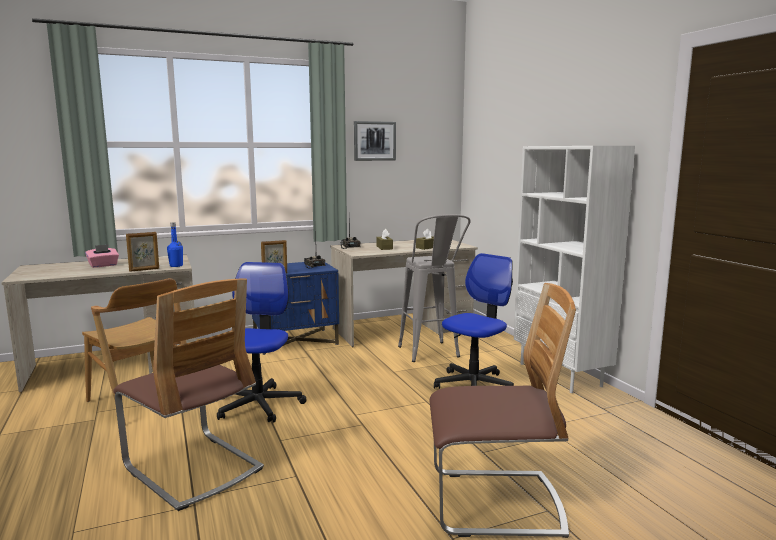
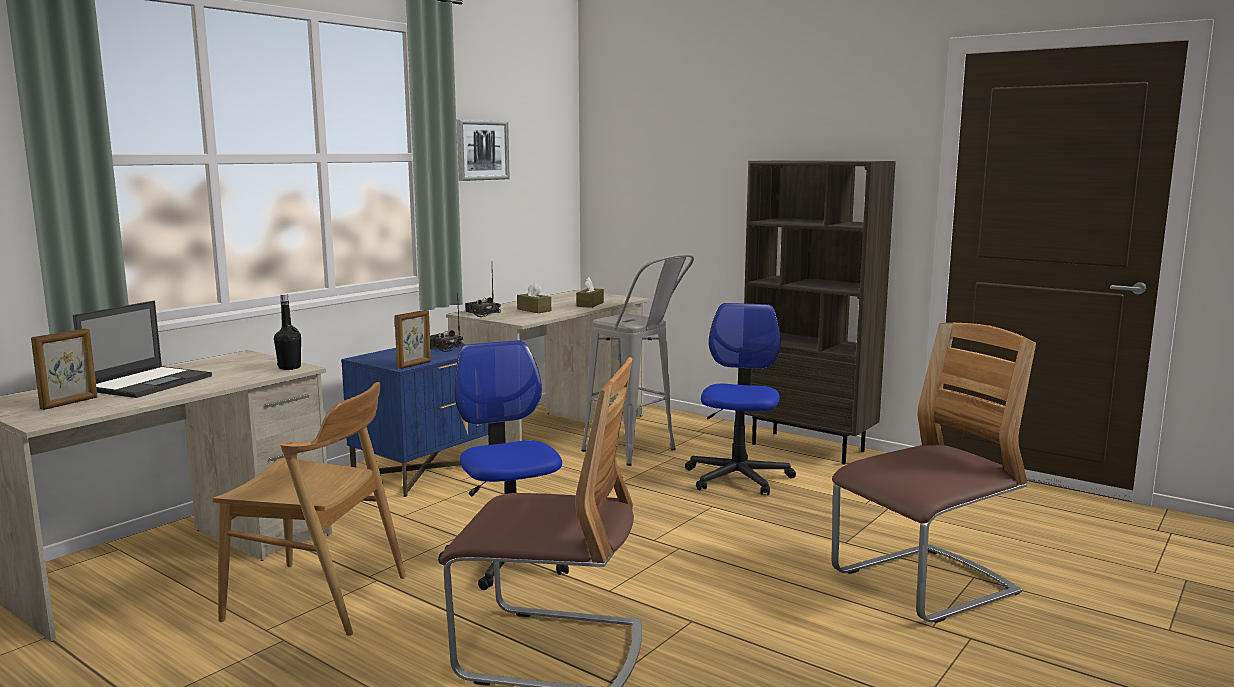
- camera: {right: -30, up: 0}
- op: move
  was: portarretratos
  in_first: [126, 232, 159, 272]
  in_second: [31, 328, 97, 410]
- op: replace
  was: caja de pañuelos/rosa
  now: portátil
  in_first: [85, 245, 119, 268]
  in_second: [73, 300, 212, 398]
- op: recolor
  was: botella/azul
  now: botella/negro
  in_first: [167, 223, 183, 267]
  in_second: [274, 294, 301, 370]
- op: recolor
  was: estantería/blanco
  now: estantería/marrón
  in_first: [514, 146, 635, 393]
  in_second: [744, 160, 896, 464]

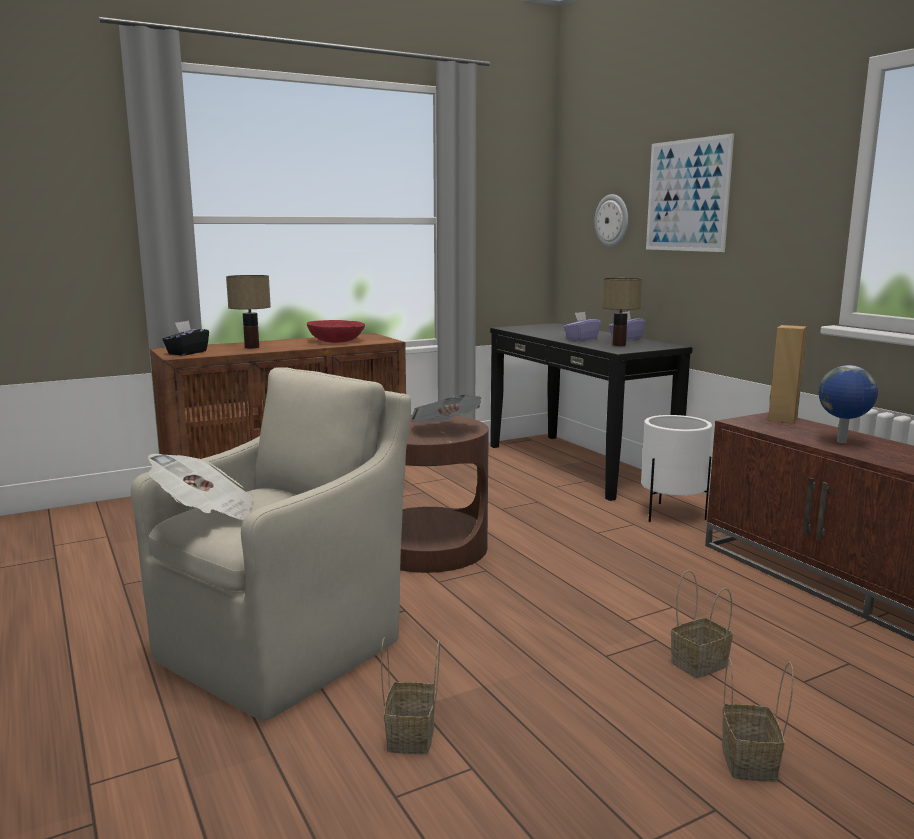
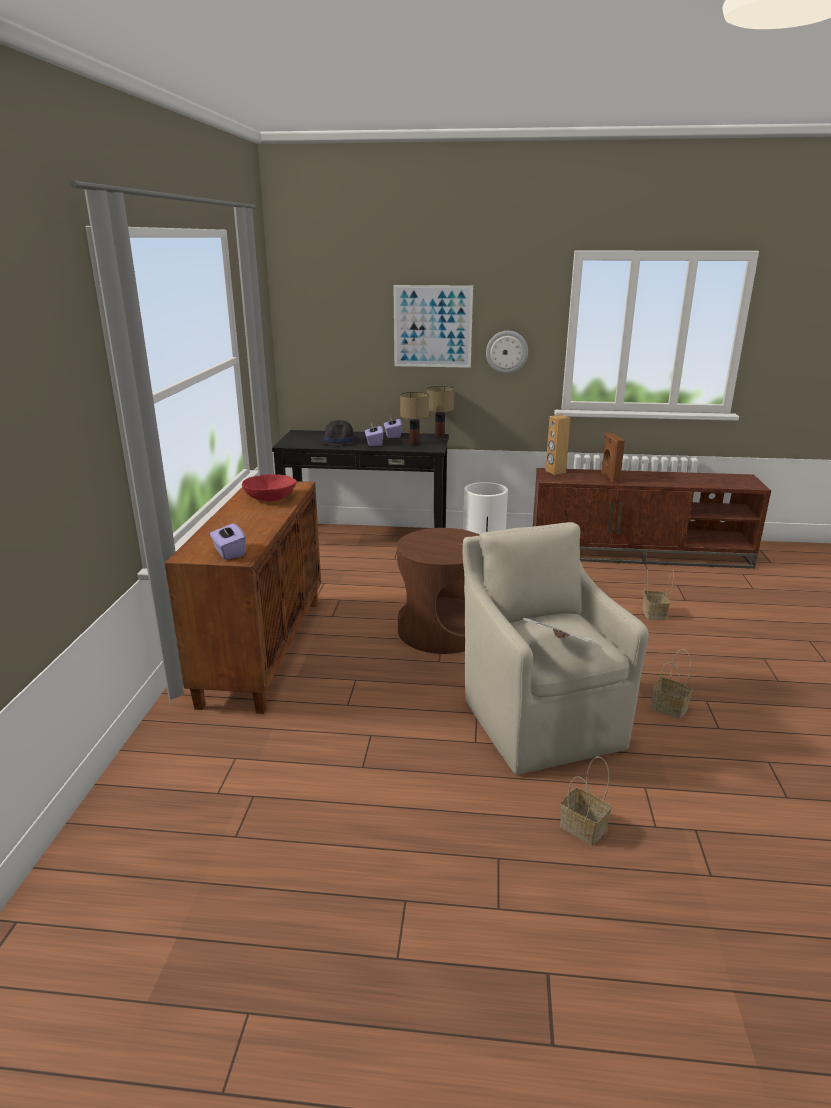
- camera: {right: -55, up: 10}
- op: recolor
  was: caja de pañuelos/negro
  now: caja de pañuelos/morado
  in_first: [162, 320, 209, 356]
  in_second: [210, 521, 246, 560]
- op: insert
  now: sombrero/negro
  in_second: [318, 420, 360, 445]
- op: move
  was: lámpara de mesa
  in_first: [226, 275, 271, 349]
  in_second: [427, 386, 454, 437]
- op: move
  was: reloj de pared
  in_first: [594, 194, 628, 247]
  in_second: [486, 331, 528, 374]
- op: move
  was: cesta
  in_first: [722, 658, 794, 782]
  in_second: [560, 756, 612, 845]
- op: replace
  was: globo terráqueo
  now: altavoz/marrón
  in_first: [818, 365, 878, 443]
  in_second: [601, 433, 625, 483]
- op: delete
  was: periódico
  in_first: [411, 394, 481, 422]

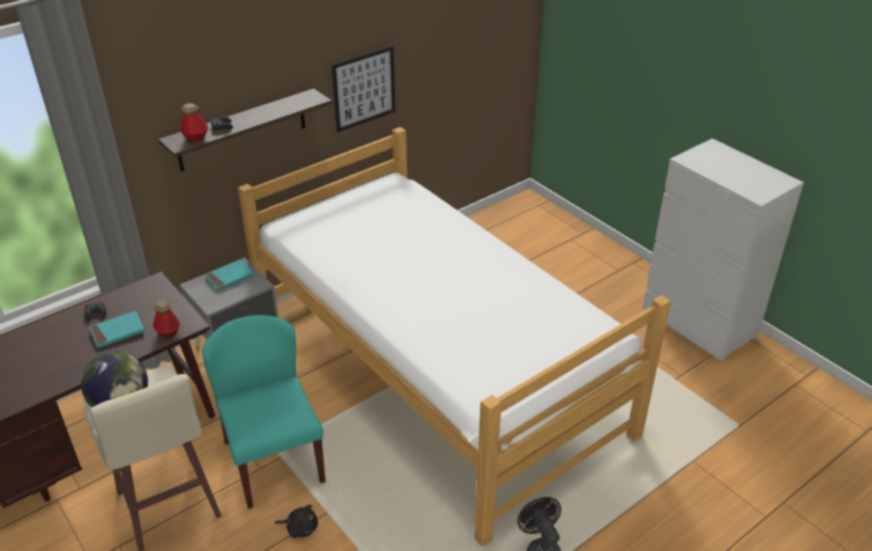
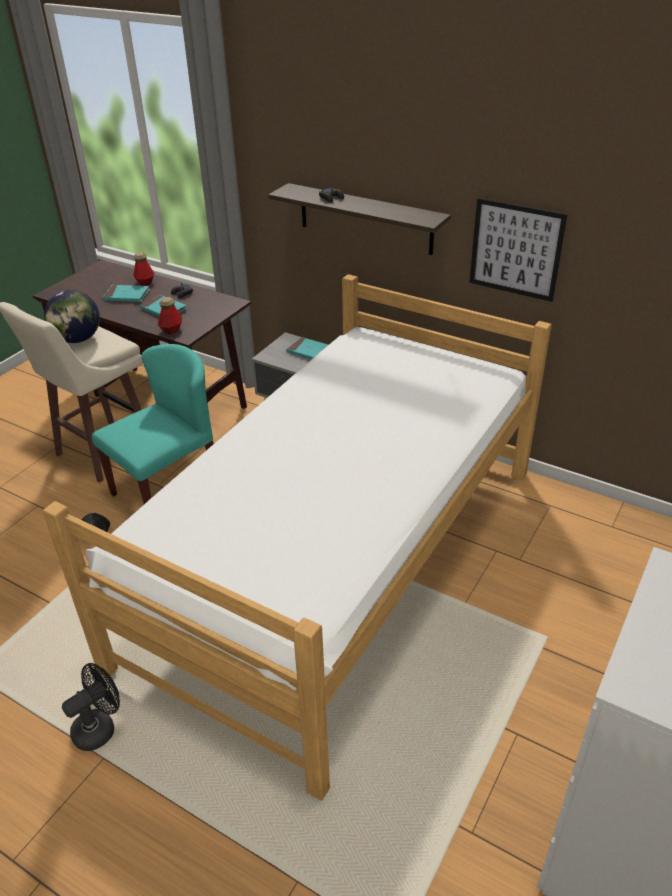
- camera: {right: 70, up: 0}
- op: insert
  now: libro/turquesa
  in_second: [102, 285, 150, 302]
- op: move
  was: botella
  in_first: [180, 103, 208, 142]
  in_second: [133, 252, 154, 286]

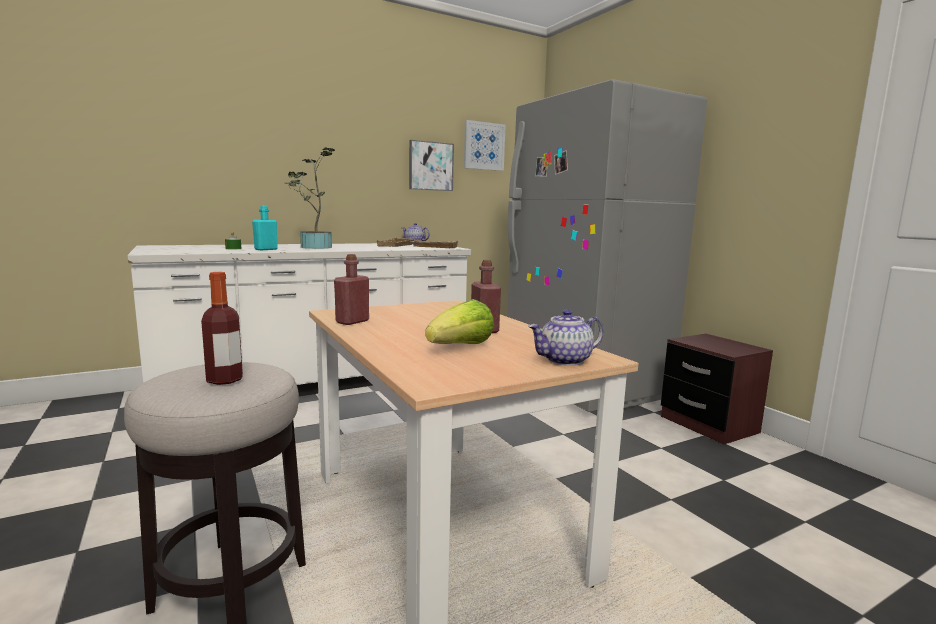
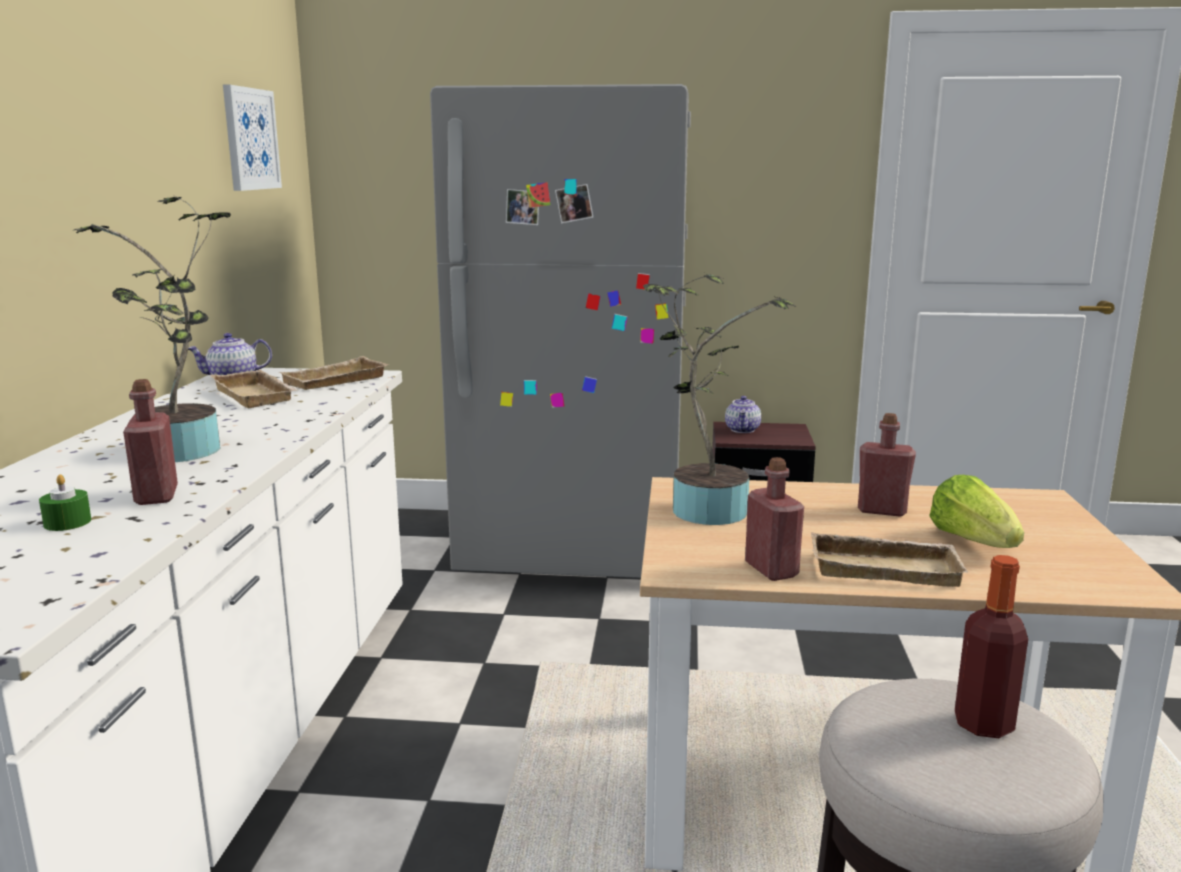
- camera: {right: -55, up: 5}
- op: recolor
  was: botella/turquesa
  now: botella/rojo
  in_first: [252, 205, 278, 250]
  in_second: [123, 379, 178, 505]
- op: insert
  now: planta en maceta
  in_second: [643, 274, 796, 525]
- op: move
  was: tetera
  in_first: [528, 309, 604, 366]
  in_second: [725, 396, 761, 433]
- op: insert
  now: bandeja/beis
  in_second: [811, 532, 968, 587]
- op: delete
  was: cuadro
  in_first: [409, 140, 454, 191]

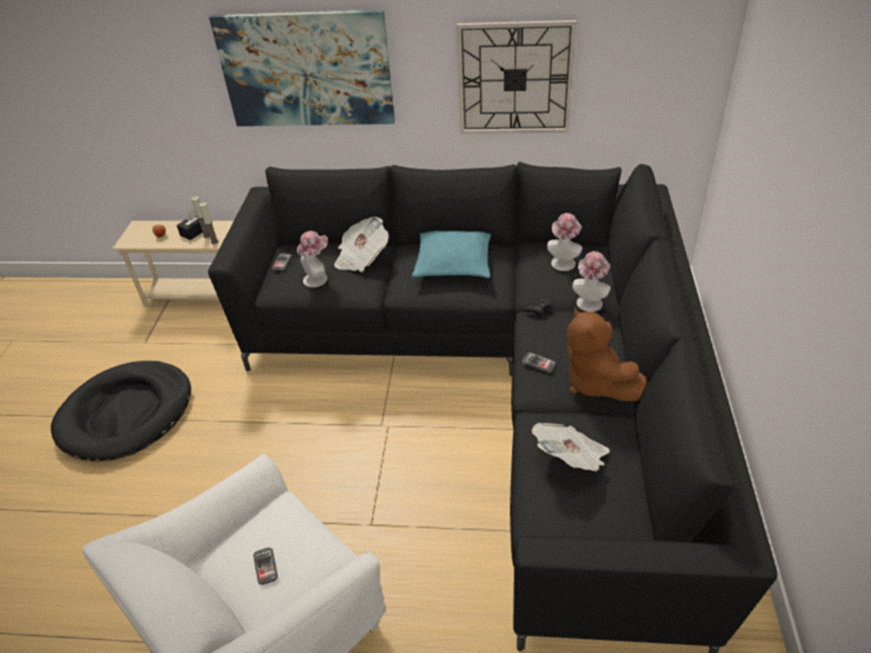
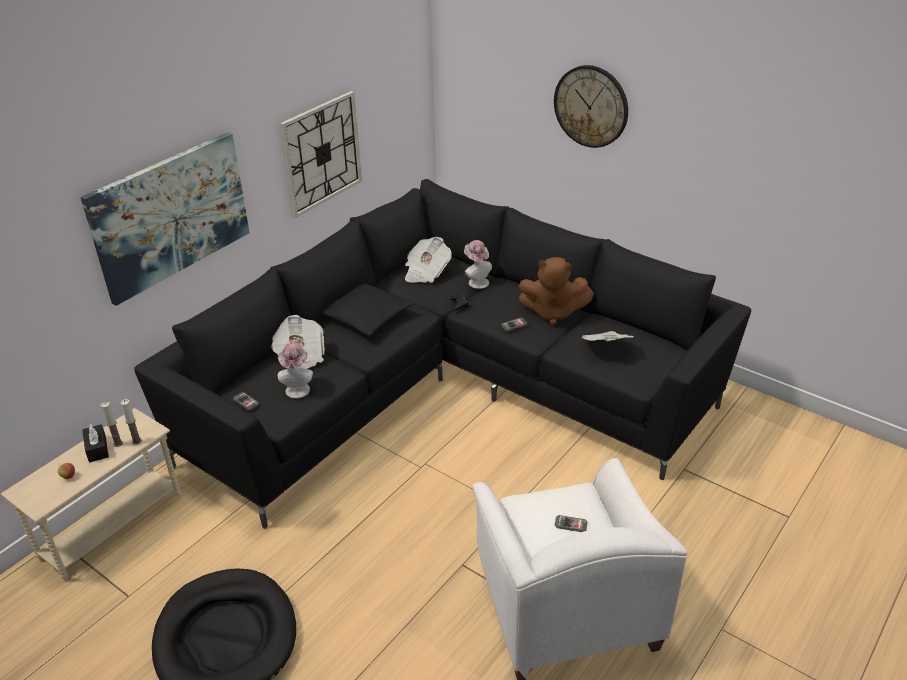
- camera: {right: -60, up: -5}
- op: recolor
  was: cojín/turquesa
  now: cojín/negro
  in_first: [412, 231, 491, 278]
  in_second: [322, 283, 414, 336]
- op: replace
  was: sombrero
  now: periódico
  in_first: [547, 213, 583, 271]
  in_second: [405, 237, 452, 283]
- op: insert
  now: reloj de pared
  in_second: [554, 65, 628, 148]

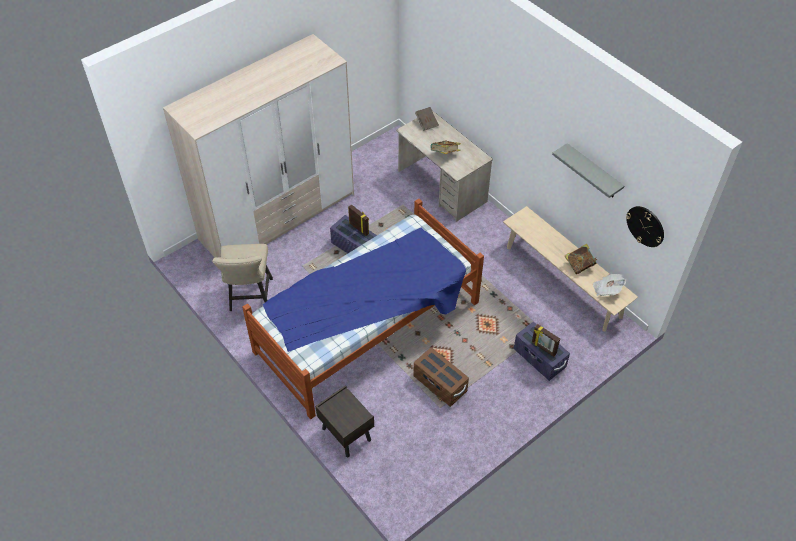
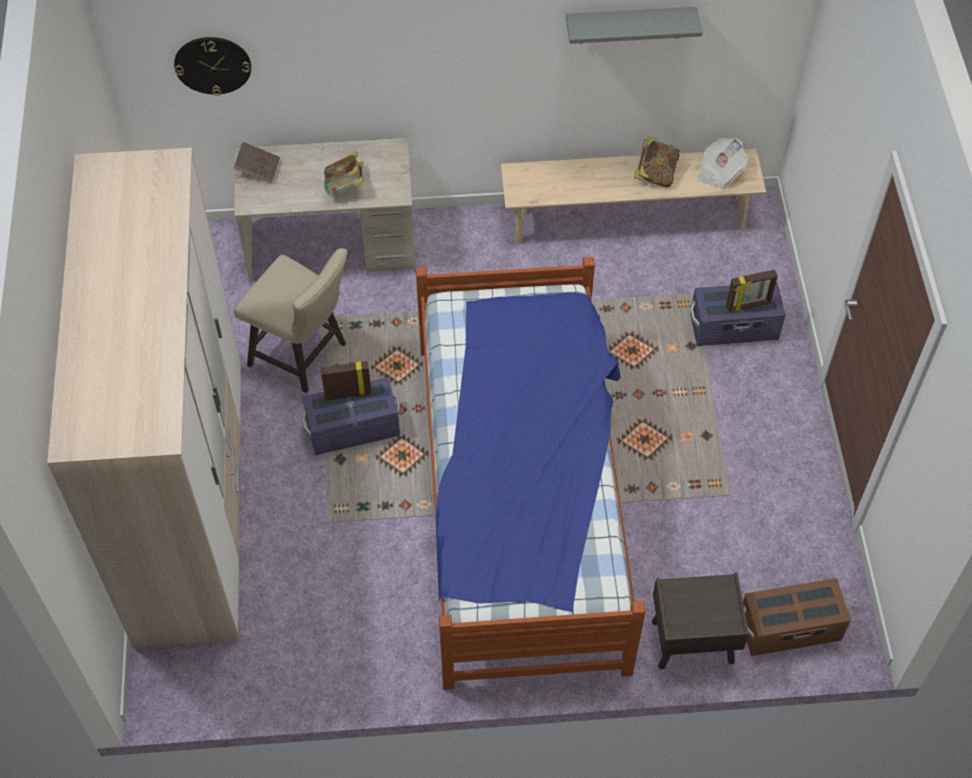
- camera: {right: -55, up: 5}
- op: move
  was: reloj de pared
  in_first: [626, 206, 664, 247]
  in_second: [174, 37, 251, 96]
- op: move
  was: silla/beis
  in_first: [212, 244, 273, 311]
  in_second: [234, 248, 348, 393]
- op: move
  was: caja de almacenaje/marrón
  in_first: [413, 347, 469, 407]
  in_second: [743, 578, 851, 656]

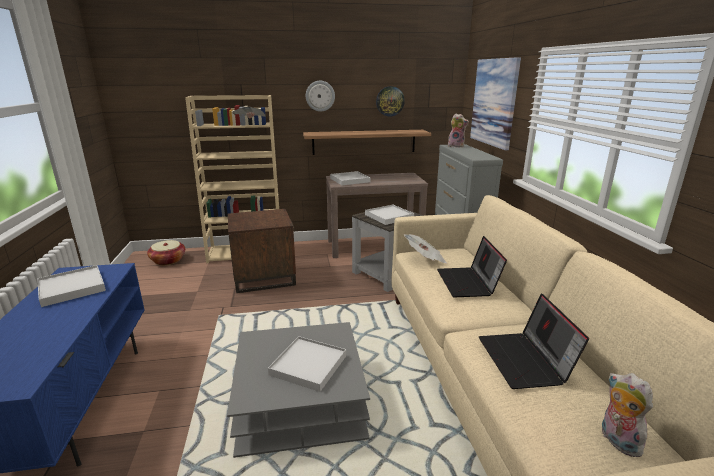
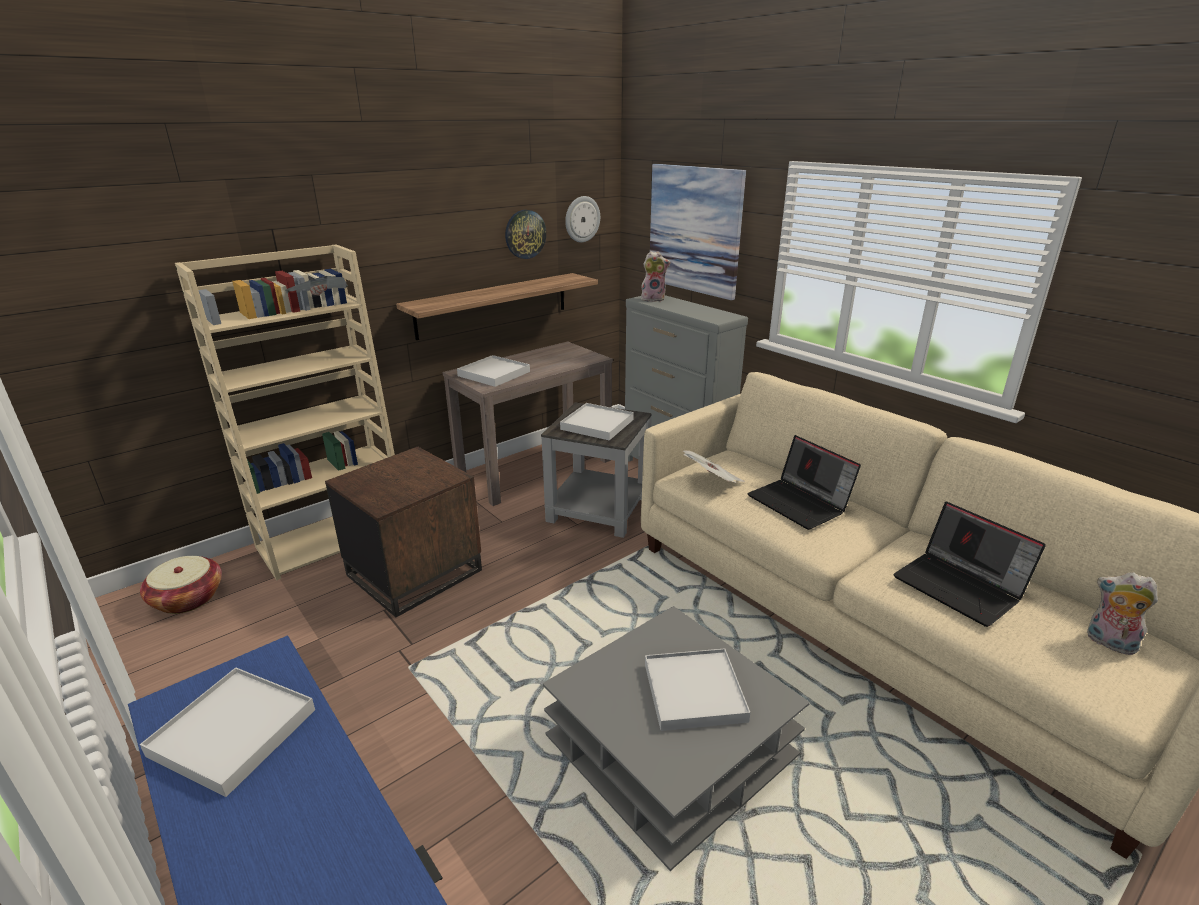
- camera: {right: -30, up: 5}
- op: move
  was: reloj de pared
  in_first: [306, 81, 335, 112]
  in_second: [565, 196, 600, 242]

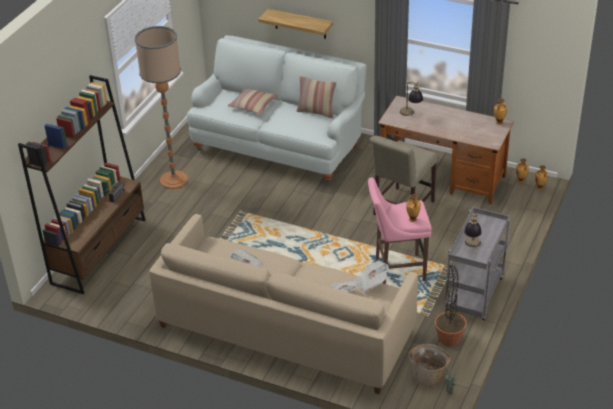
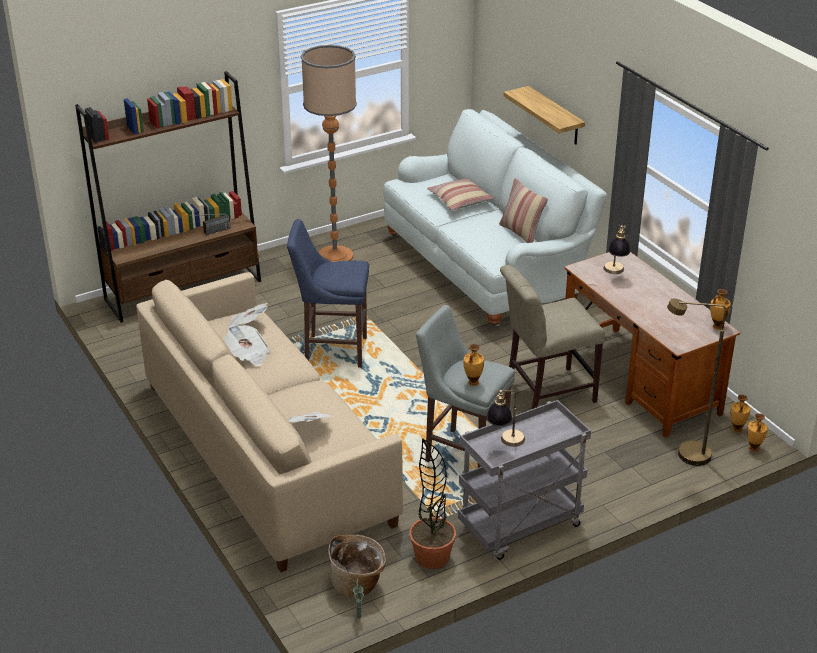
- camera: {right: 35, up: -5}
- op: move
  was: periódico
  in_first: [355, 261, 389, 292]
  in_second: [229, 303, 267, 327]
- op: insert
  now: taburete/azul
  in_second: [287, 219, 369, 368]
- op: recolor
  was: taburete/rosa
  now: taburete/gris
  in_first: [368, 177, 432, 284]
  in_second: [416, 305, 515, 468]
- op: insert
  now: lámpara de pie/marrón
  in_second: [667, 298, 726, 466]

